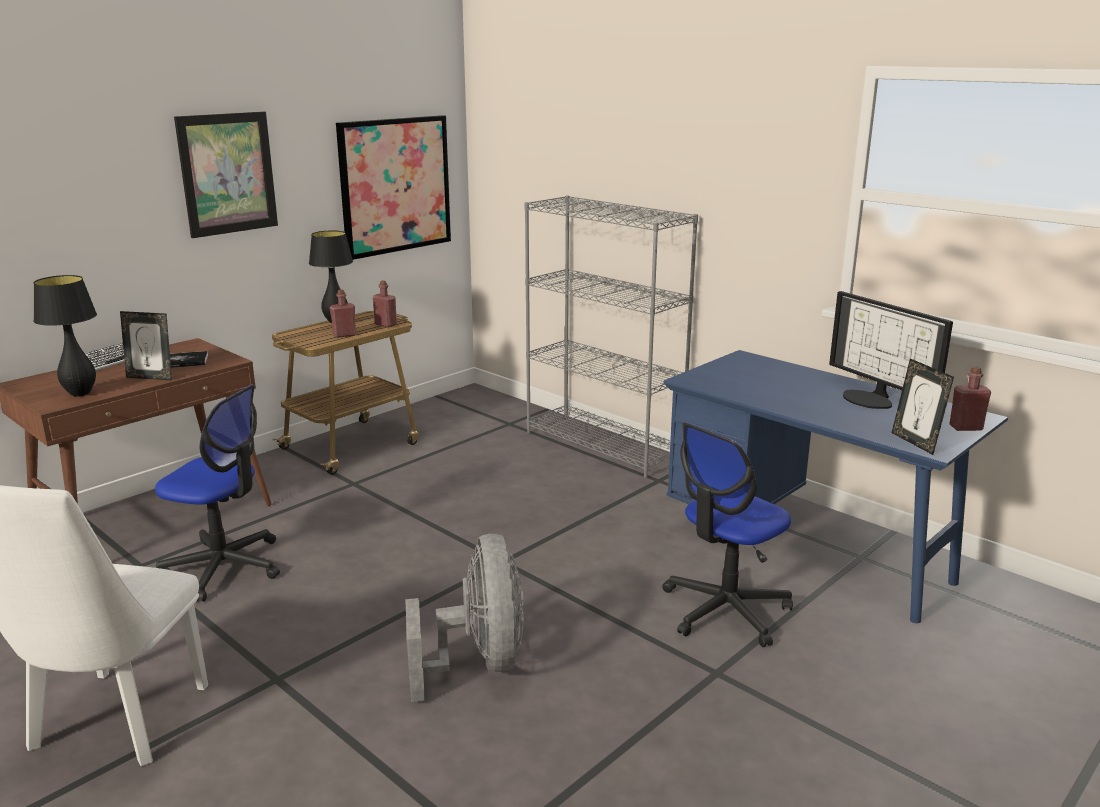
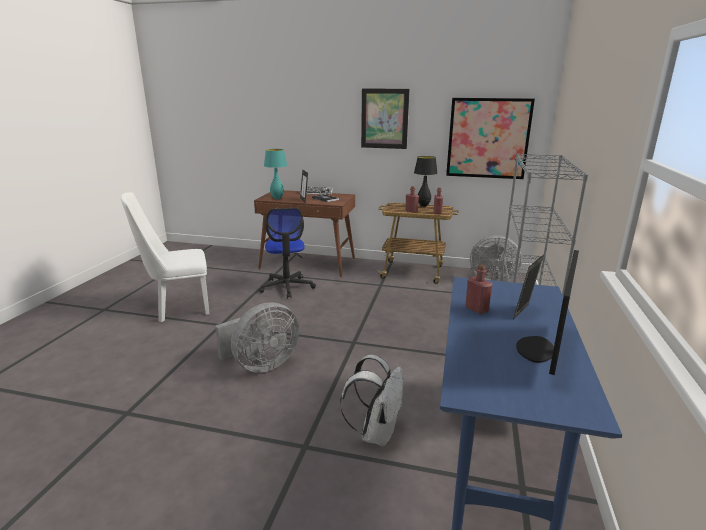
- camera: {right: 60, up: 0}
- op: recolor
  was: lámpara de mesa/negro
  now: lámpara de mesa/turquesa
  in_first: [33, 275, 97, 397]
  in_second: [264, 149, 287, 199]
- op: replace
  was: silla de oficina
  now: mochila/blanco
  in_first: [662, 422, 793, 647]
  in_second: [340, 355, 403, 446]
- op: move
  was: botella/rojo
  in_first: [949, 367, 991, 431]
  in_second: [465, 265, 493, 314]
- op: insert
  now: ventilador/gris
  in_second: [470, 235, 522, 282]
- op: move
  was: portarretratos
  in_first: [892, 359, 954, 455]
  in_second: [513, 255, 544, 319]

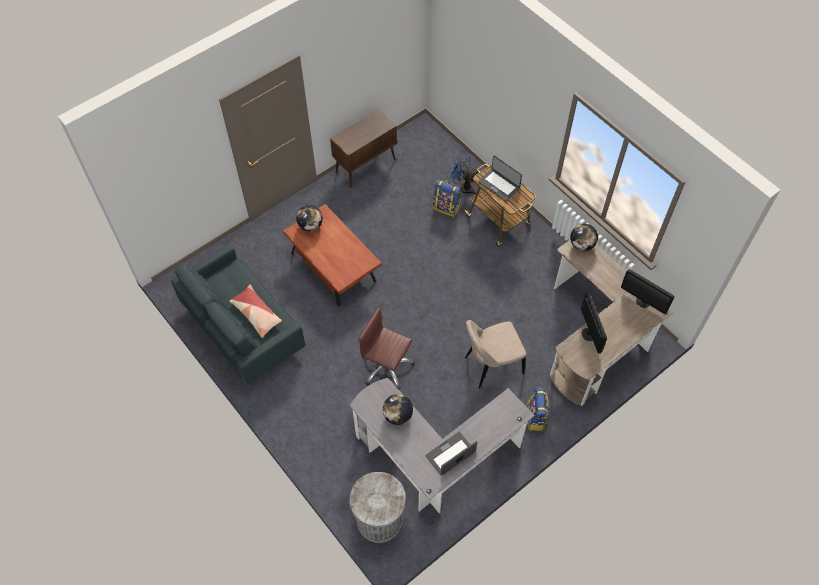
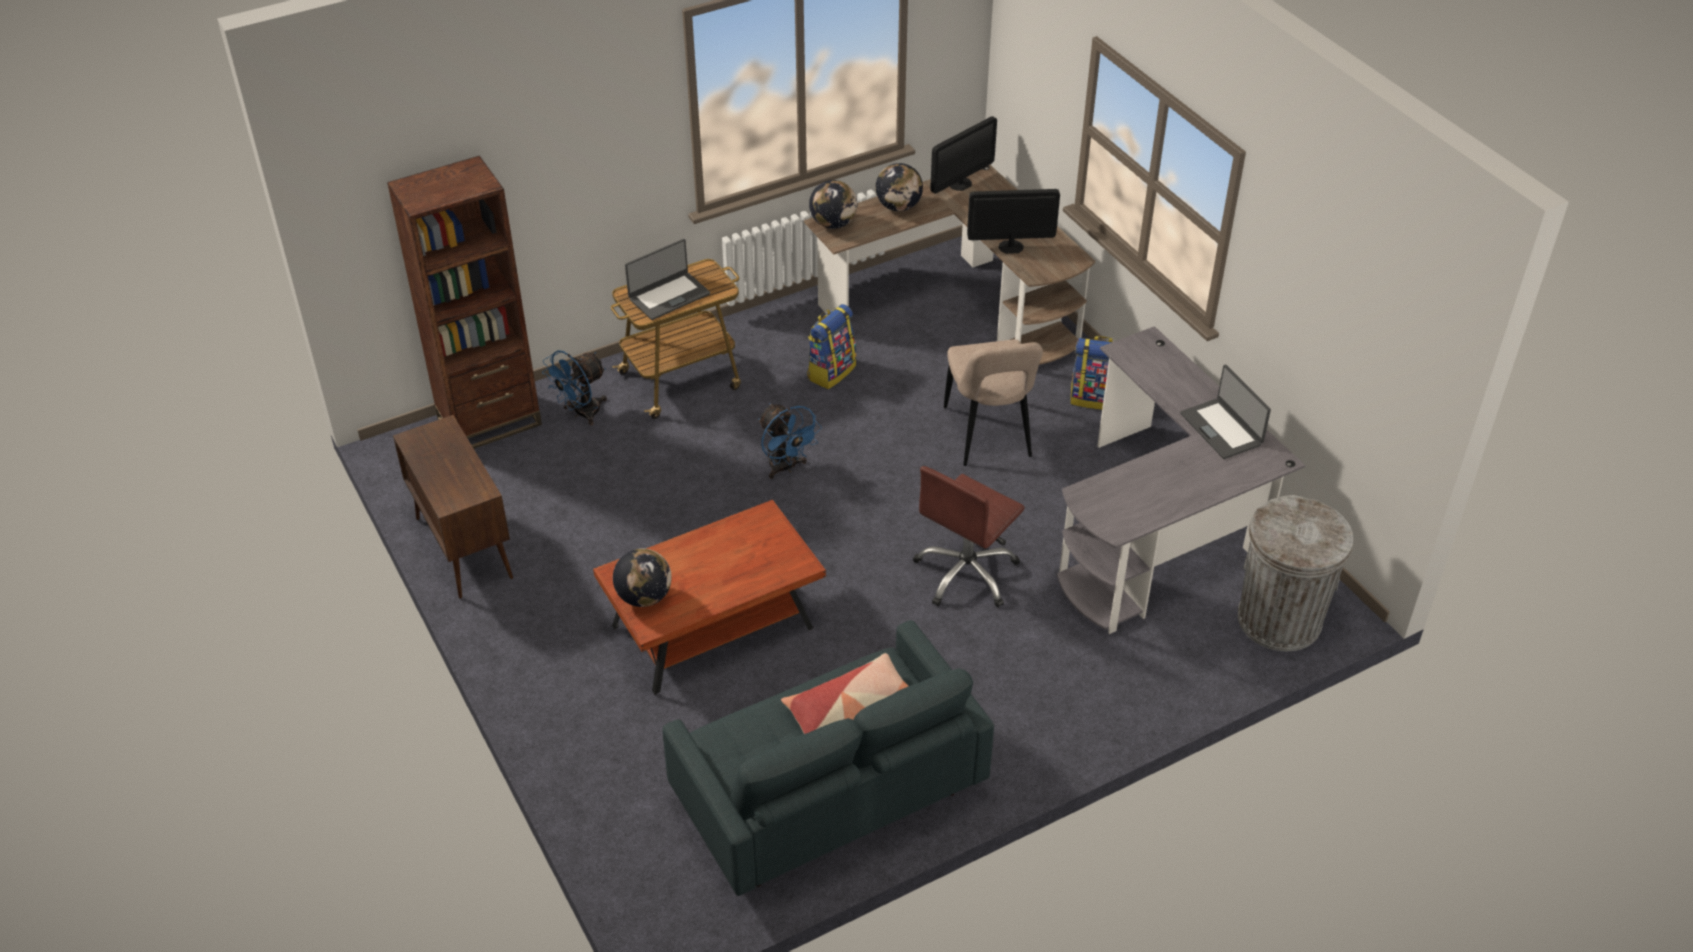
- camera: {right: -80, up: -15}
- op: insert
  now: estantería/marrón
  in_second: [387, 156, 542, 449]
- op: insert
  now: ventilador/azul
  in_second: [758, 403, 822, 479]
- op: move
  was: mochila
  in_first: [433, 180, 461, 217]
  in_second: [807, 304, 857, 389]
- op: move
  was: globo terráqueo
  in_first: [382, 394, 413, 425]
  in_second: [875, 163, 923, 211]

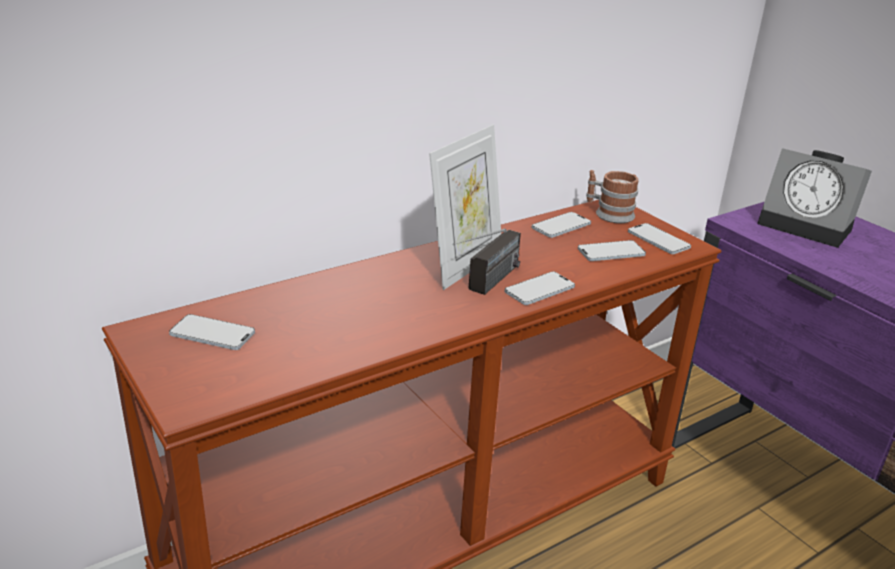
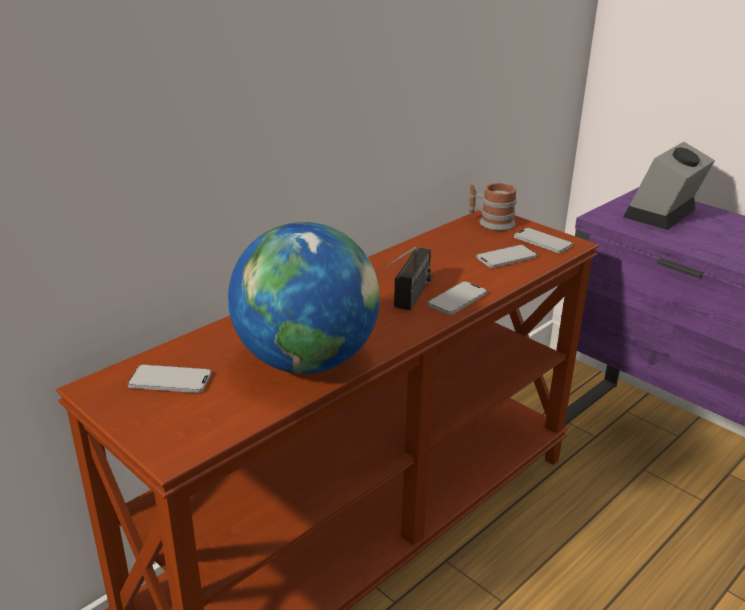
- camera: {right: -10, up: 0}
- op: insert
  now: globo terráqueo
  in_second: [228, 222, 380, 374]
- op: rotate
  was: despertador
  in_first: [757, 148, 872, 248]
  in_second: [624, 142, 715, 230]
  clockwise: 105
- op: delete
  was: portarretratos
  in_first: [429, 125, 501, 290]
- op: delete
  was: móvil
  in_first: [531, 212, 591, 238]

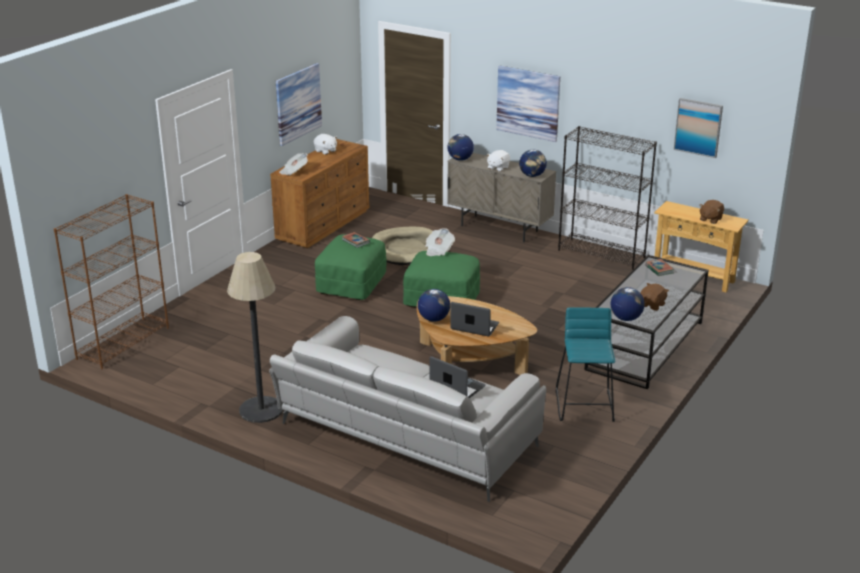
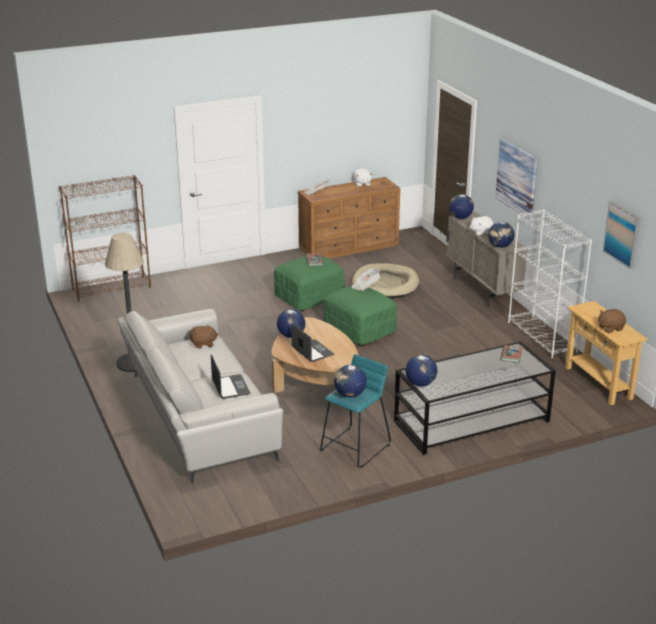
- camera: {right: 35, up: 0}
- op: move
  was: peluche/marrón
  in_first: [641, 283, 669, 311]
  in_second: [190, 324, 218, 349]
- op: insert
  now: globo terráqueo
  in_second: [334, 365, 367, 397]
- op: recolor
  was: estantería/negro
  now: estantería/blanco
  in_first: [558, 126, 657, 270]
  in_second: [508, 209, 592, 359]
- op: delete
  was: cuadro
  in_first: [276, 63, 322, 146]

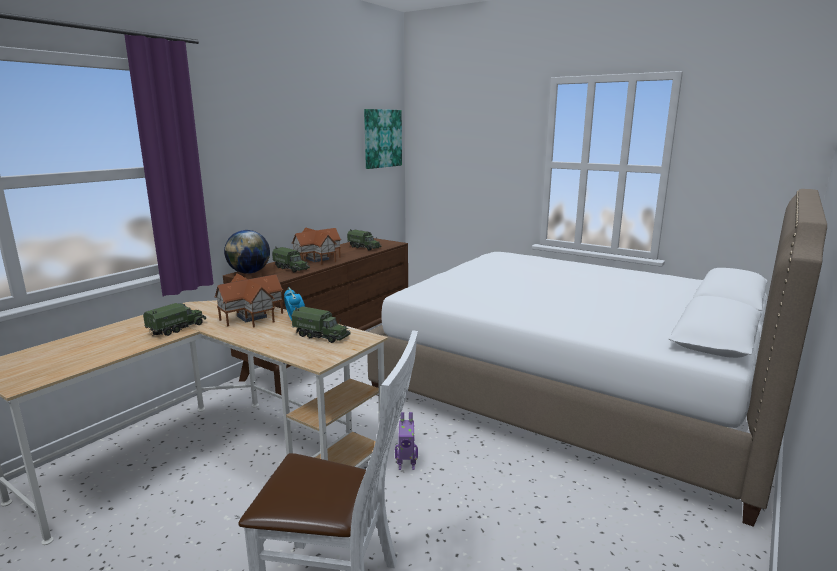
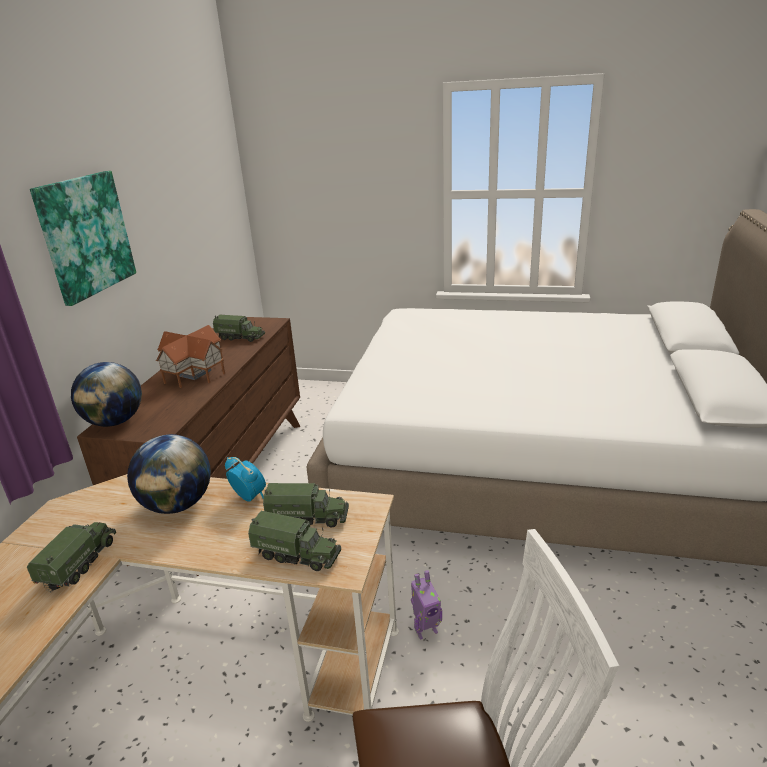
- camera: {right: -20, up: 10}
- op: move
  was: cuadro
  in_first: [364, 109, 402, 169]
  in_second: [30, 171, 136, 306]
- op: replace
  was: casita
  now: globo terráqueo
  in_first: [214, 273, 283, 327]
  in_second: [127, 434, 211, 514]
- op: move
  was: camión de juguete
  in_first: [272, 246, 310, 272]
  in_second: [248, 511, 341, 571]

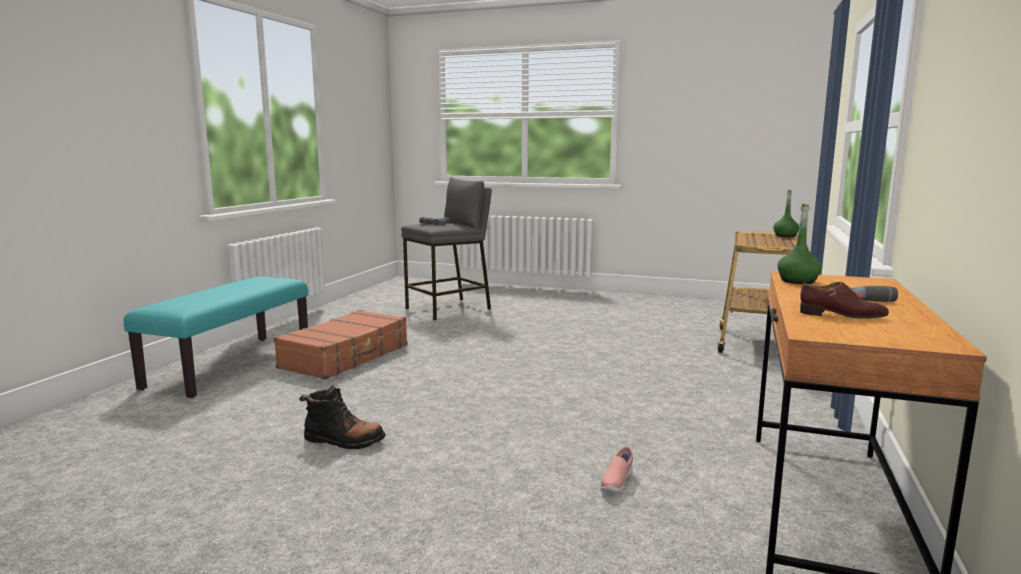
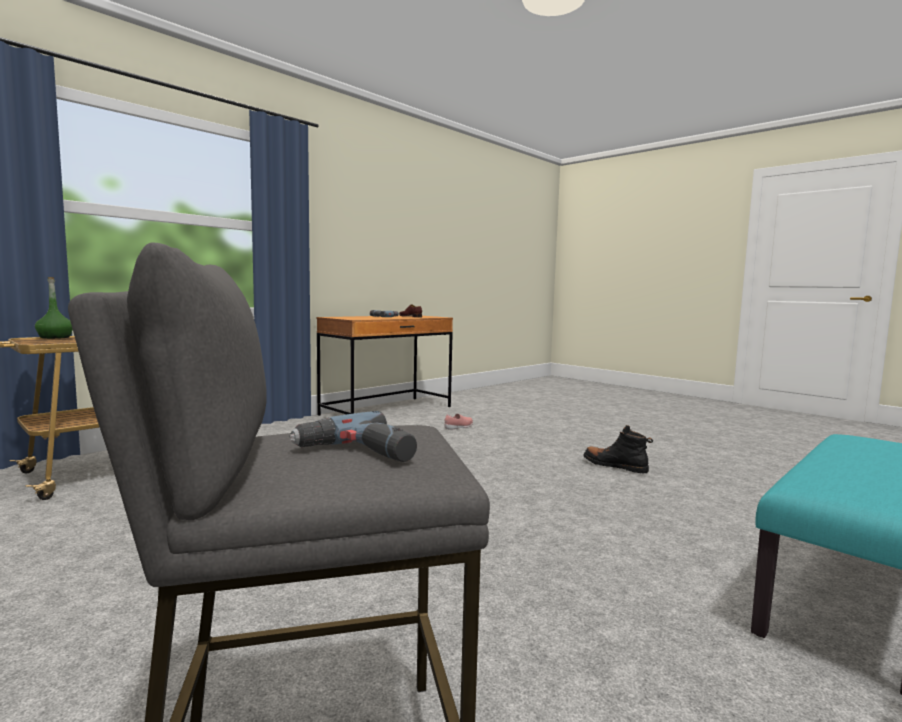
- camera: {right: -155, up: -5}
- op: delete
  was: maleta/marrón
  in_first: [274, 310, 408, 380]
- op: delete
  was: botella/verde
  in_first: [777, 203, 822, 284]

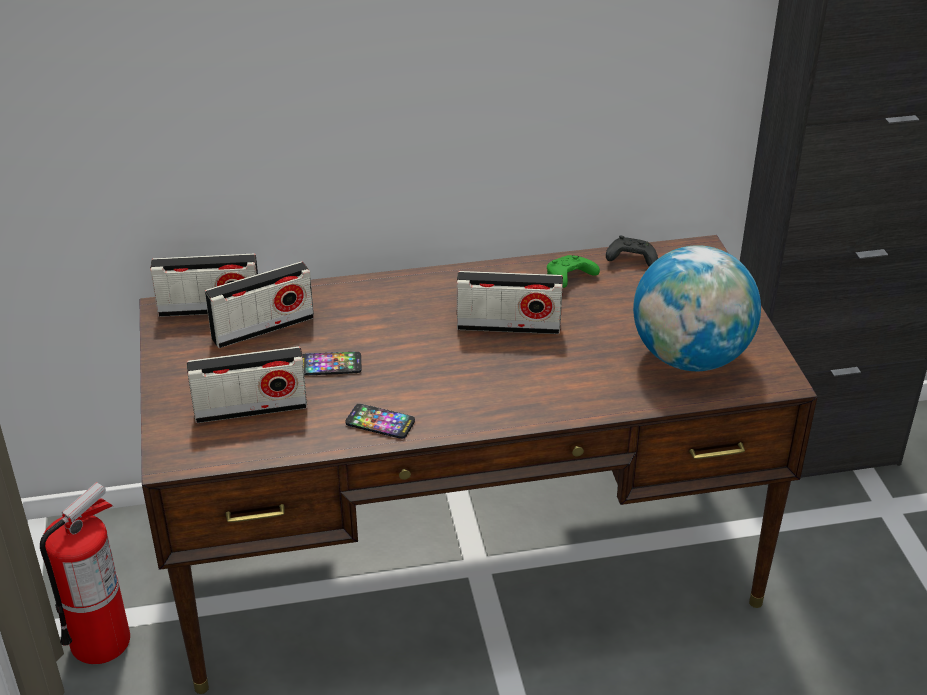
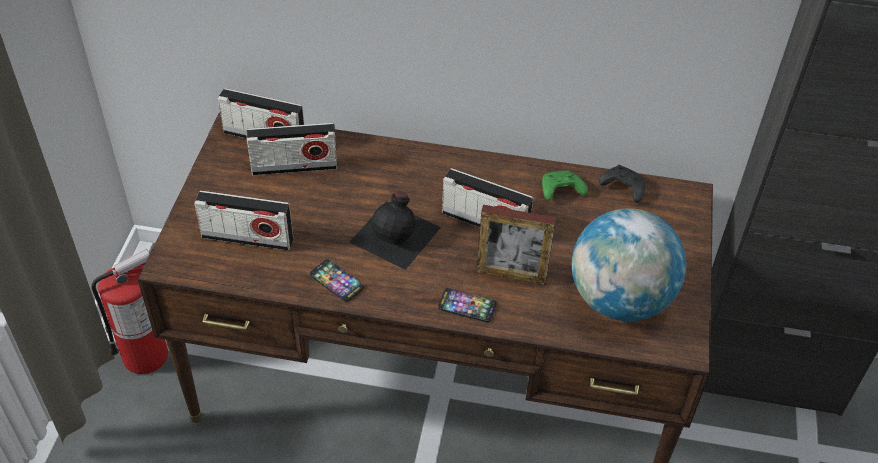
- camera: {right: 20, up: 10}
- op: insert
  now: botella/negro
  in_second: [350, 191, 441, 270]
- op: move
  was: móvil
  in_first: [302, 352, 361, 375]
  in_second: [438, 288, 496, 322]
- op: insert
  now: portarretratos
  in_second: [477, 205, 556, 285]

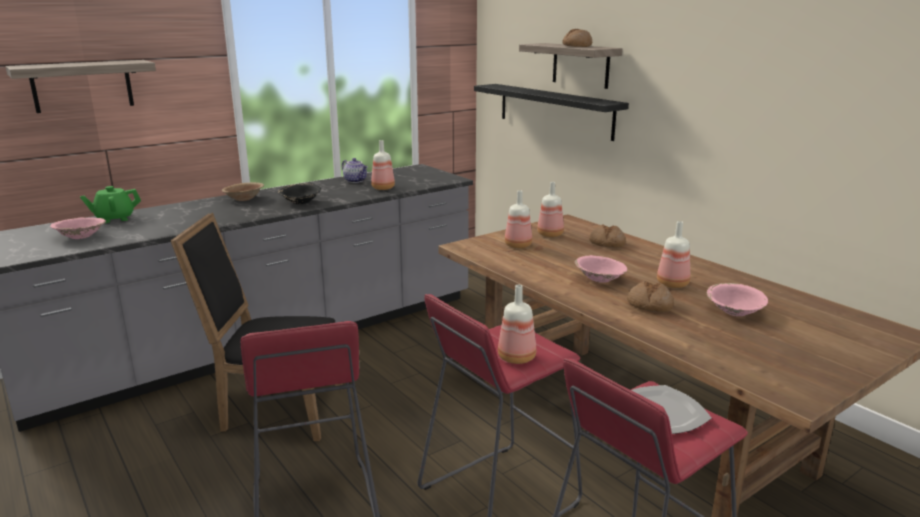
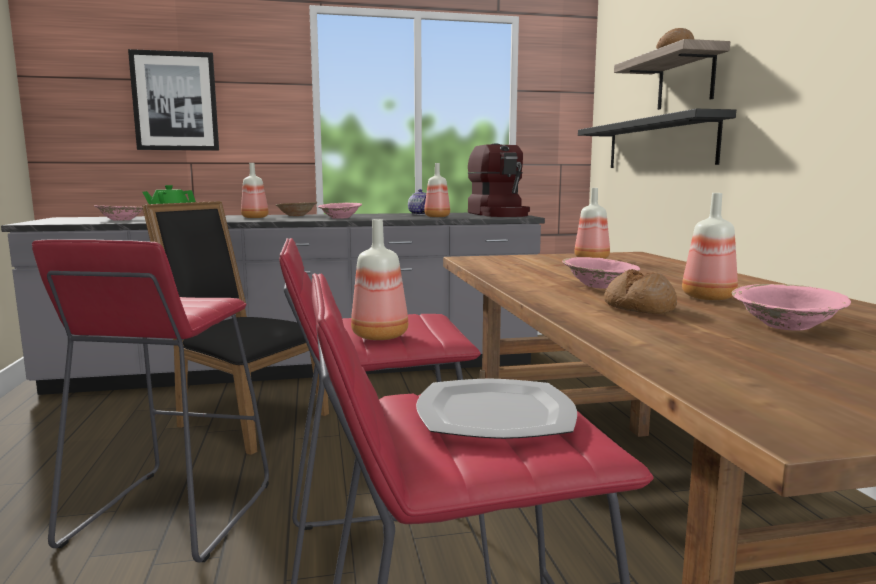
- camera: {right: 25, up: -10}
- op: replace
  was: estante
  now: cuadro
  in_first: [5, 60, 156, 113]
  in_second: [128, 49, 219, 151]
- op: move
  was: botella
  in_first: [505, 190, 532, 248]
  in_second: [241, 163, 269, 218]
- op: recolor
  was: cuenco/negro
  now: cuenco/rosa
  in_first: [278, 184, 321, 204]
  in_second: [318, 203, 362, 219]
- op: insert
  now: cafetera
  in_second: [468, 143, 530, 217]
- op: delete
  was: pan
  in_first: [589, 224, 626, 248]

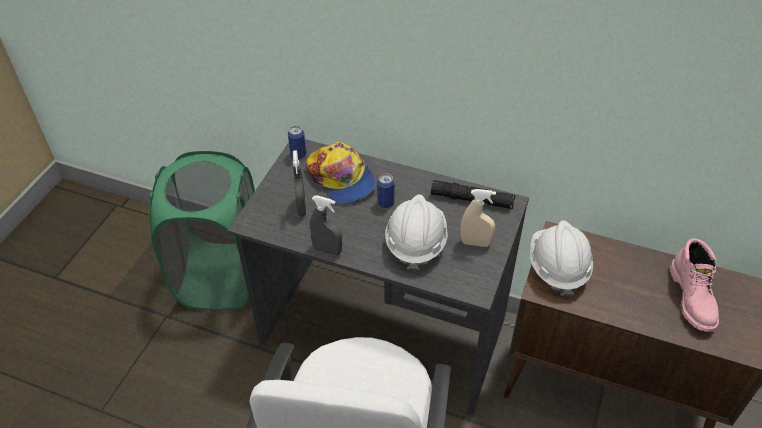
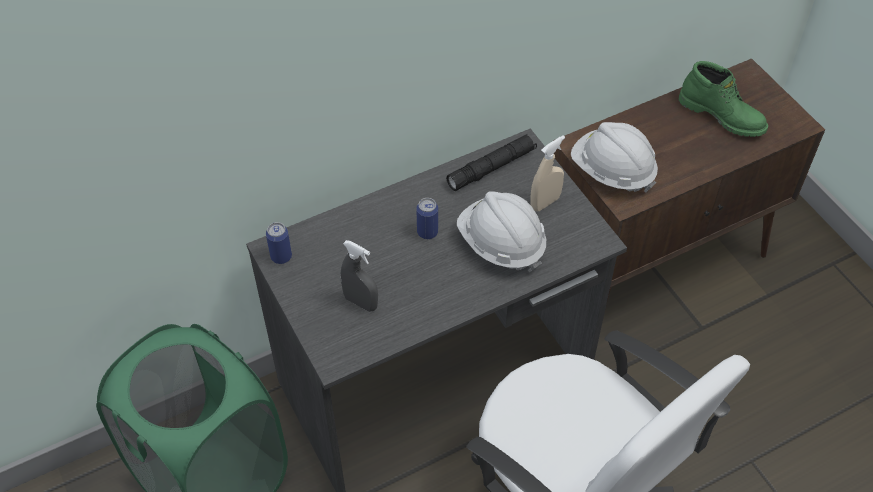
- camera: {right: -50, up: 5}
- op: recolor
  was: bota/rosa
  now: bota/verde
  in_first: [669, 238, 719, 332]
  in_second: [679, 61, 768, 137]
- op: delete
  was: gorra
  in_first: [306, 142, 376, 205]
- op: delete
  was: pulverizador/gris
  in_first: [310, 195, 342, 255]

